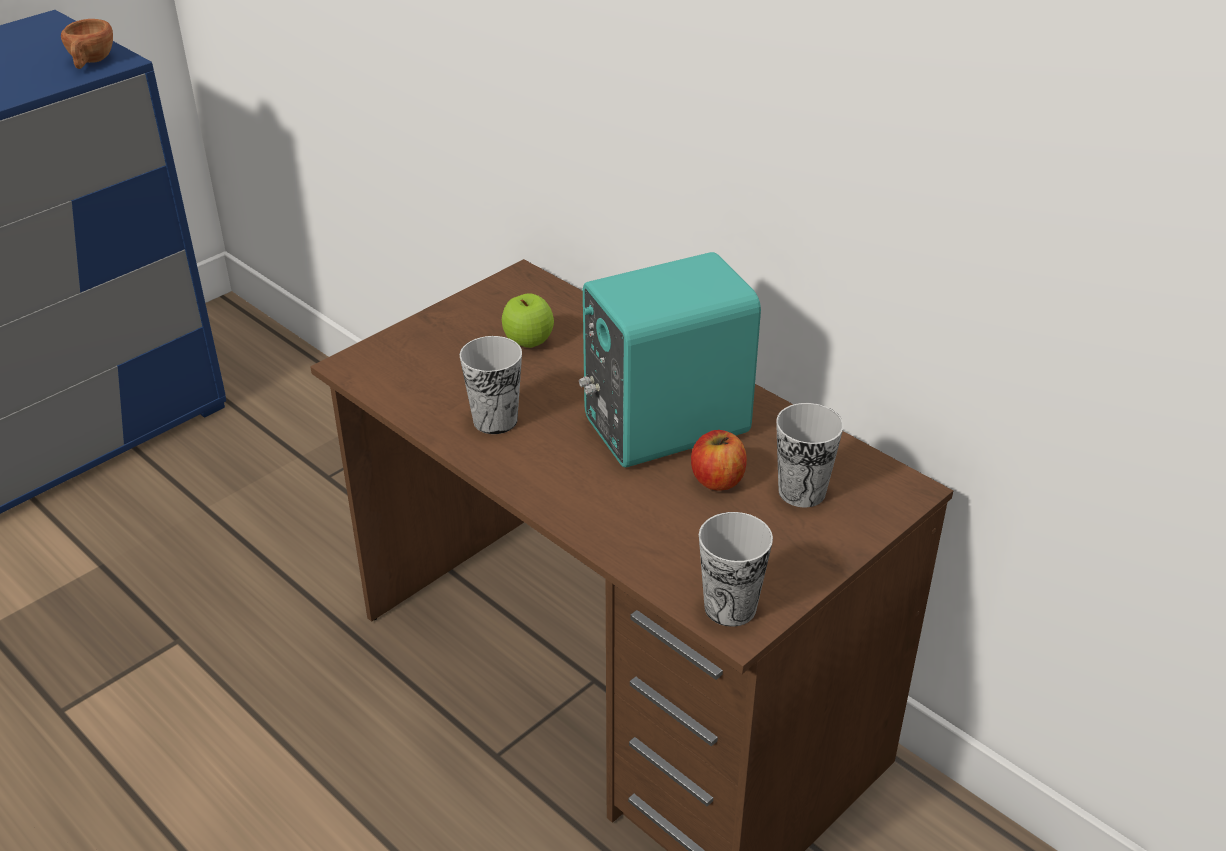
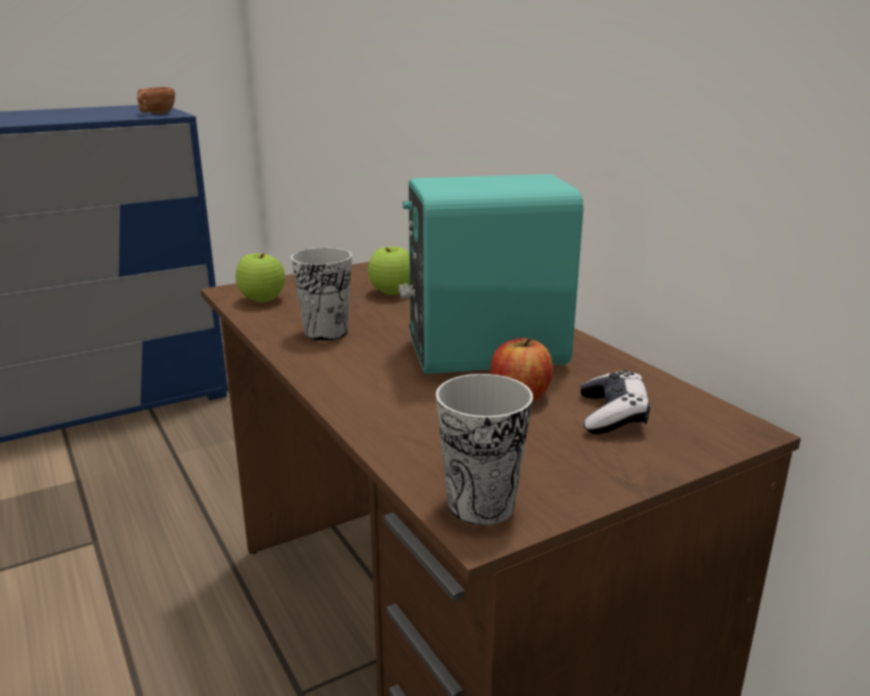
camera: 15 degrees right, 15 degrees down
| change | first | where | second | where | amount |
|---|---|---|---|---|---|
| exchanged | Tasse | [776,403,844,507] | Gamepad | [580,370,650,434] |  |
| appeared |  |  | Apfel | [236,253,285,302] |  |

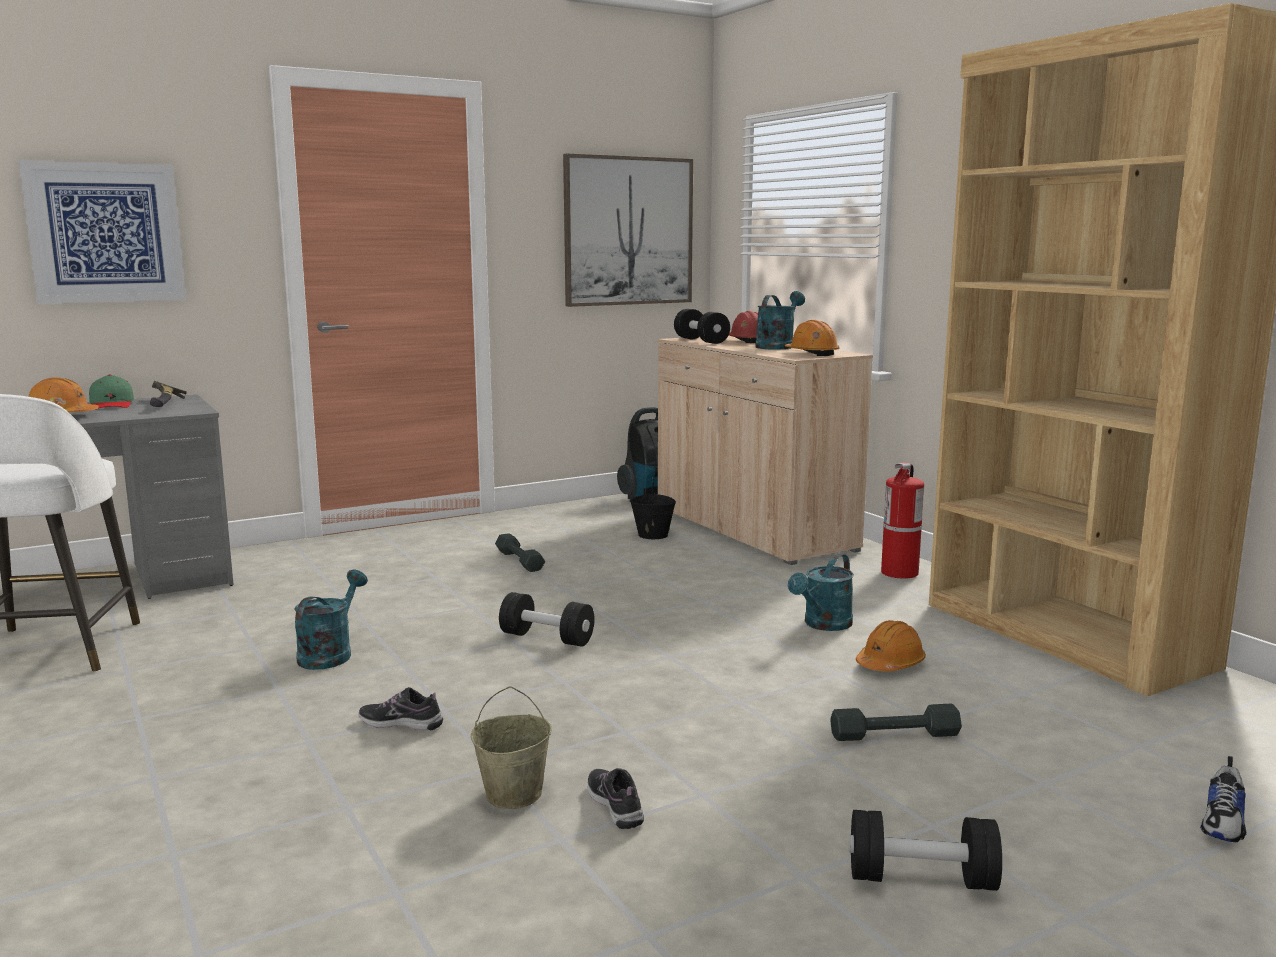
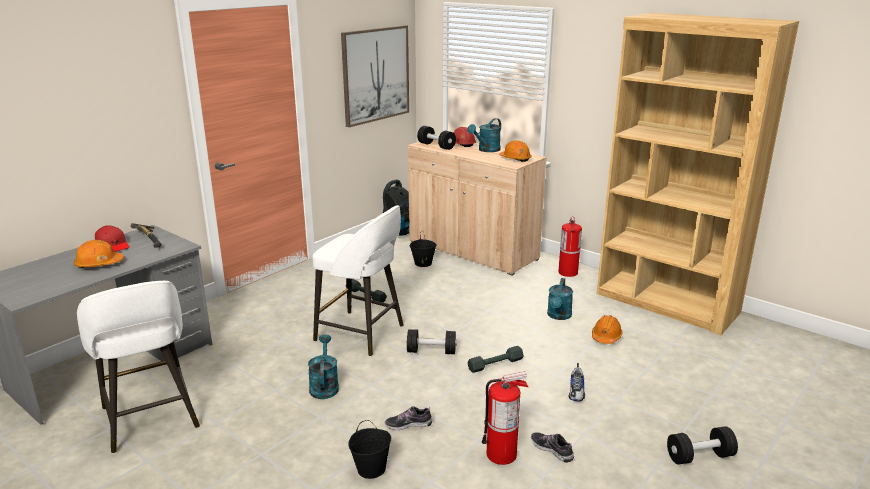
camera: 20 degrees left, 10 degrees up
| change | first | where | second | where | amount |
|---|---|---|---|---|---|
| missing | Bild | [19,160,186,304] |  |  |  |
| spun | Gießkanne (türkis) | [755,291,805,349] |  | [467,118,501,152] | 150 degrees counterclockwise |
| colour | Kappe (grün) | [89,374,134,410] | Kappe (rot) | [95,225,129,252] |  |
| exchanged | Eimer (beige) | [471,686,552,809] | Feuerlöscher | [481,371,529,465] |  |
| relocated | Hantel (grau) | [830,704,962,741] |  | [467,346,524,373] |  |
| relocated | Schuh | [1200,756,1246,842] |  | [569,363,585,401] |  |
| appeared |  |  | Hocker (weiß) | [312,205,404,356] |  |
| appeared |  |  | Eimer (schwarz) | [348,420,391,479] |  |

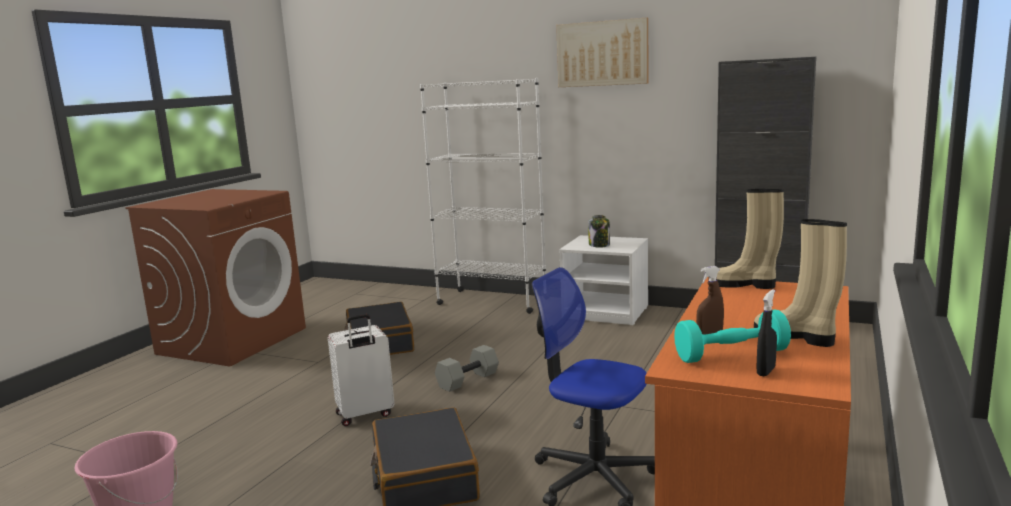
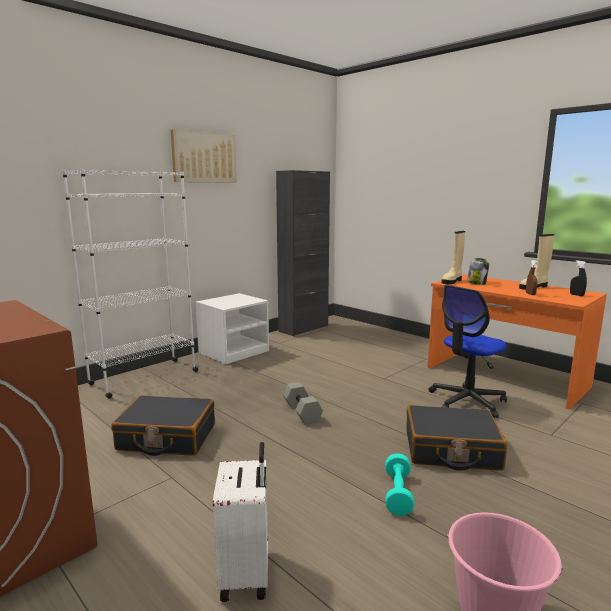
camera: 70 degrees left, 0 degrees up
| change | first | where | second | where | amount |
|---|---|---|---|---|---|
| relocated | Vorratsglas | [588,215,610,248] |  | [467,258,489,285] |  |
| relocated | Hantel (türkis) | [674,309,791,363] |  | [385,453,414,516] |  |
| relocated | Koffer (weiß) | [328,314,395,426] |  | [213,442,268,602] |  |

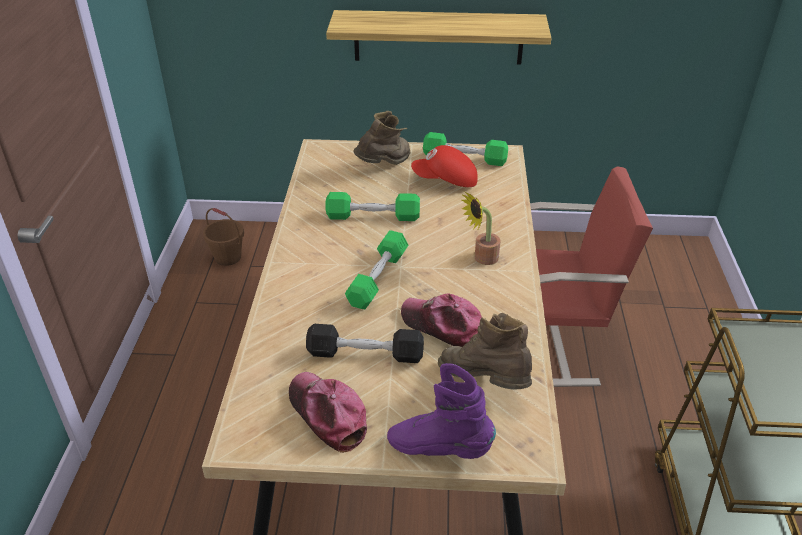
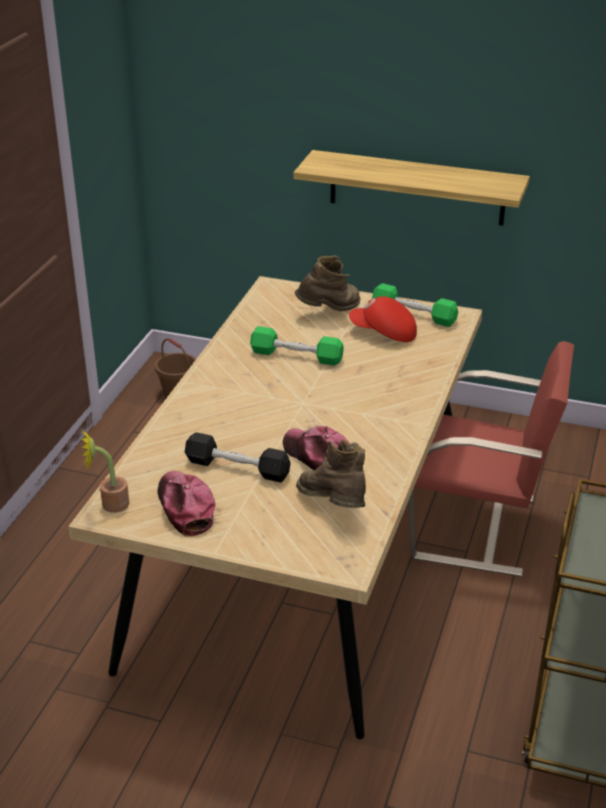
camera: 15 degrees right, 5 degrees down
| change | first | where | second | where | amount |
|---|---|---|---|---|---|
| relocated | Topfpflanze | [461,192,501,265] |  | [81,429,129,513] |  |
| missing | Hantel (grün) | [345,230,409,309] |  |  |  |
| missing | Stiefel (lila) | [387,363,496,459] |  |  |  |

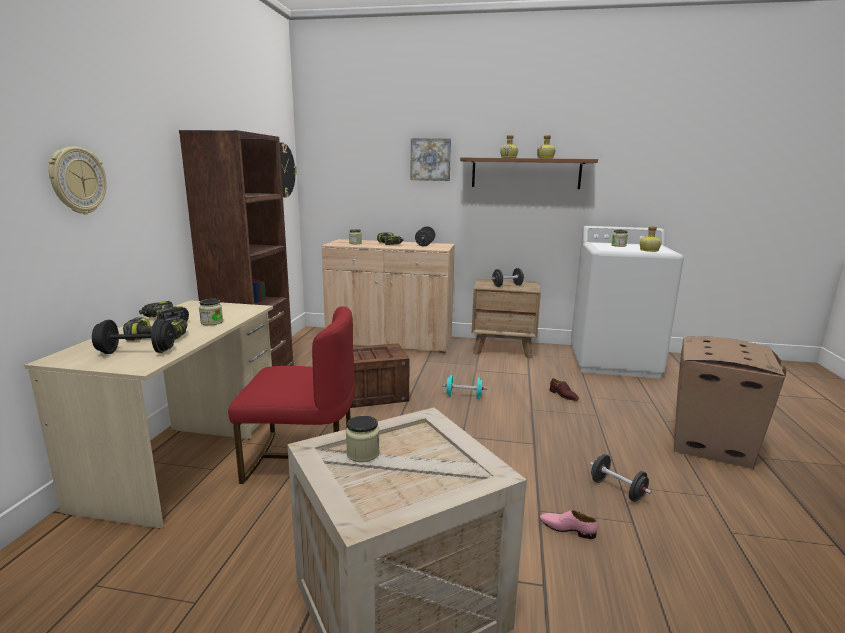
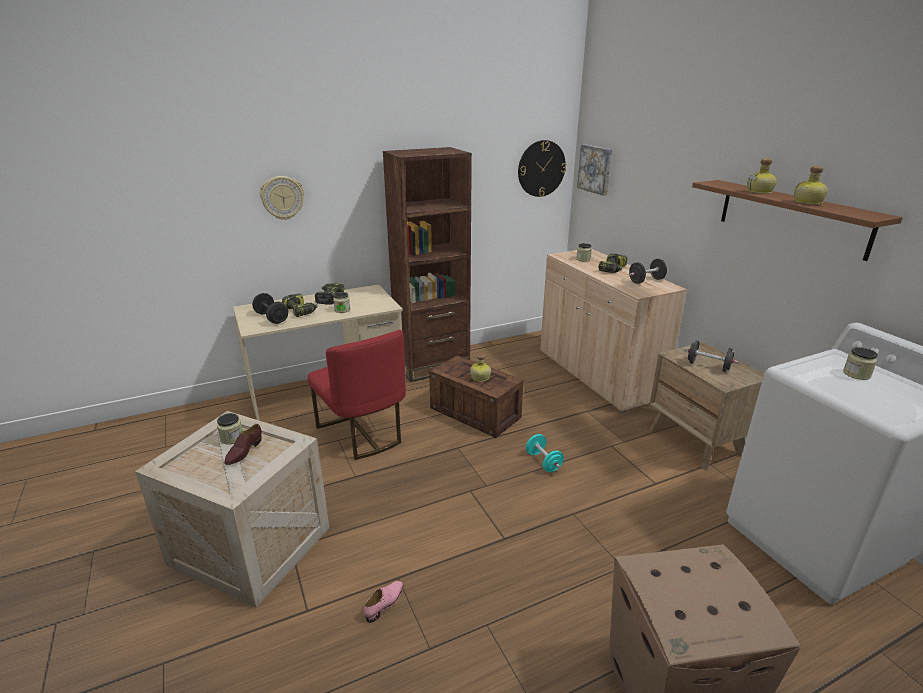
camera: 55 degrees right, 10 degrees up
| change | first | where | second | where | amount |
|---|---|---|---|---|---|
| relocated | Bild | [410,138,451,181] |  | [577,145,612,196] |  |
| relocated | Flasche | [640,226,661,252] |  | [470,354,491,382] |  |
| relocated | Schuh (braun) | [550,378,579,401] |  | [224,424,262,465] |  |
| missing | Hantel (schwarz) | [590,454,651,502] |  |  |  |
| spun | Schuh (rosa) | [540,510,598,539] |  | [364,581,403,623] | 45 degrees clockwise |

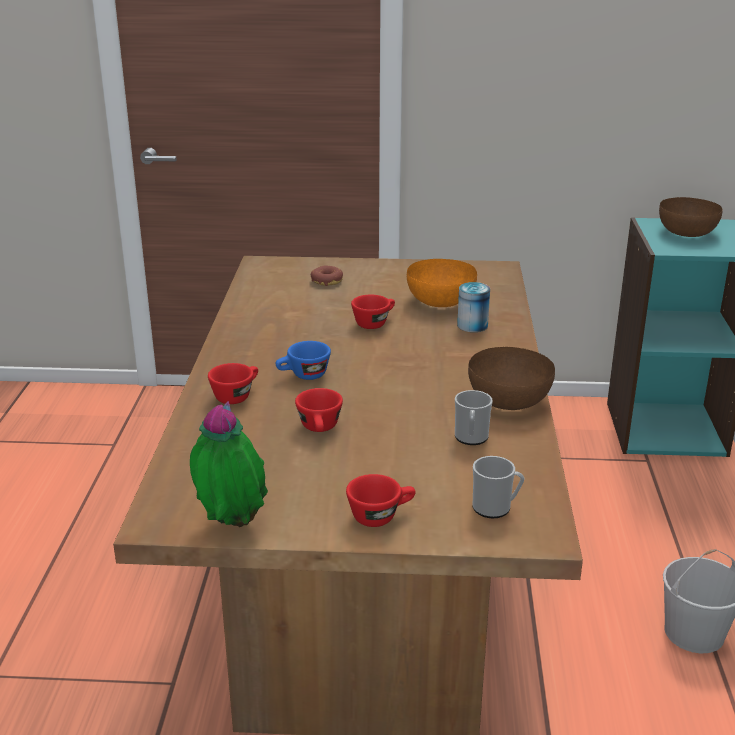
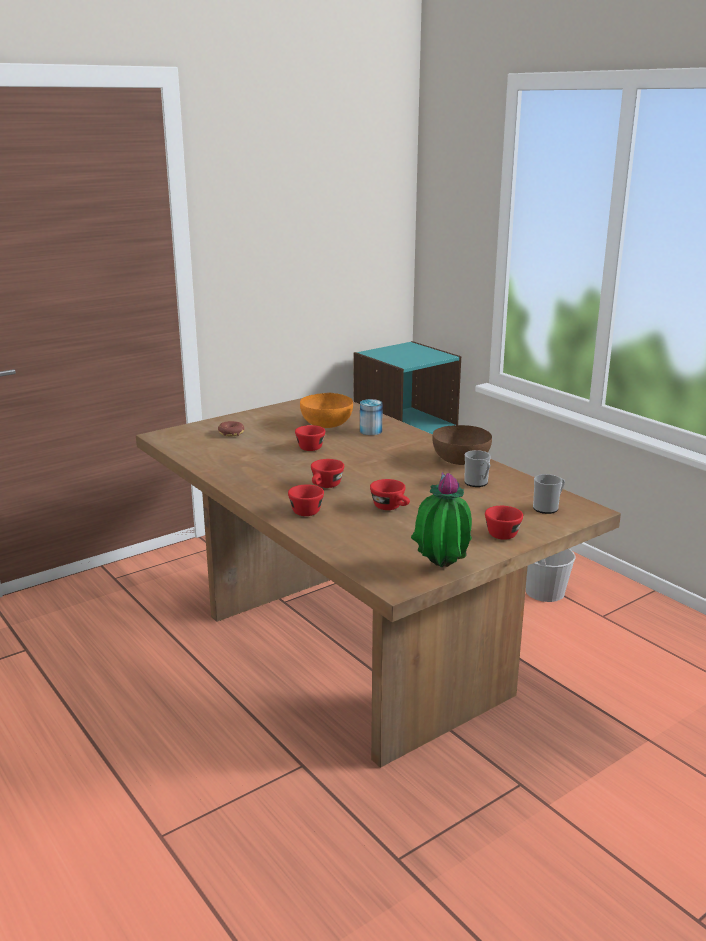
camera: 40 degrees left, 5 degrees down
| change | first | where | second | where | amount |
|---|---|---|---|---|---|
| missing | Schüssel (braun) | [659,197,722,237] |  |  |  |
| colour | Tasse (blau) | [276,341,331,380] | Tasse (rot) | [311,459,344,488] |  |

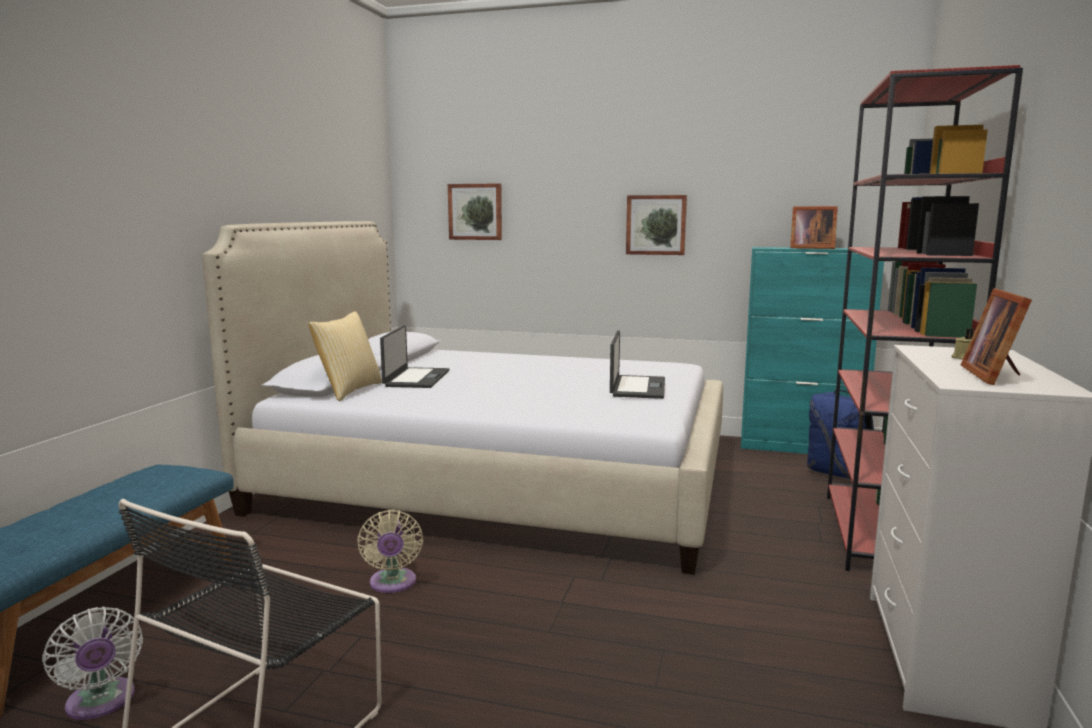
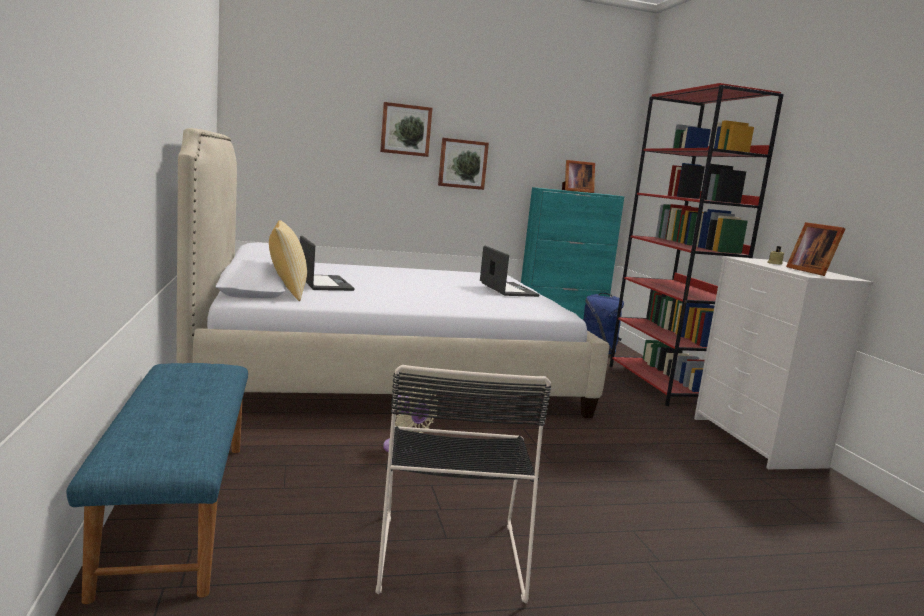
camera: 30 degrees left, 0 degrees up
| change | first | where | second | where | amount |
|---|---|---|---|---|---|
| relocated | Bild | [448,183,502,240] |  | [380,102,432,157] |  |
| missing | Ventilator (weiß) | [42,607,143,720] |  |  |  |

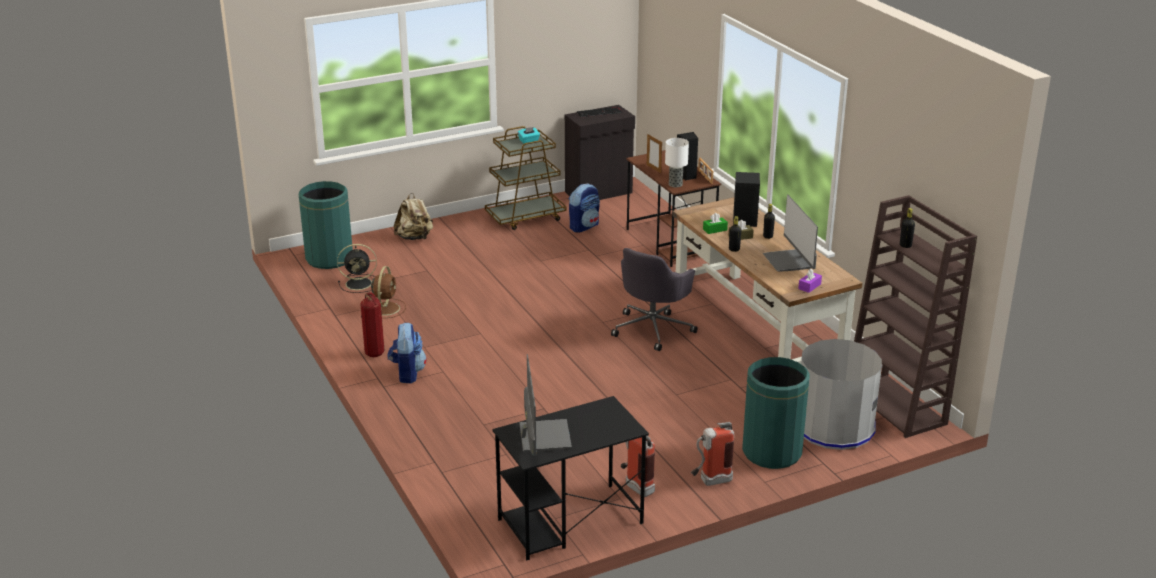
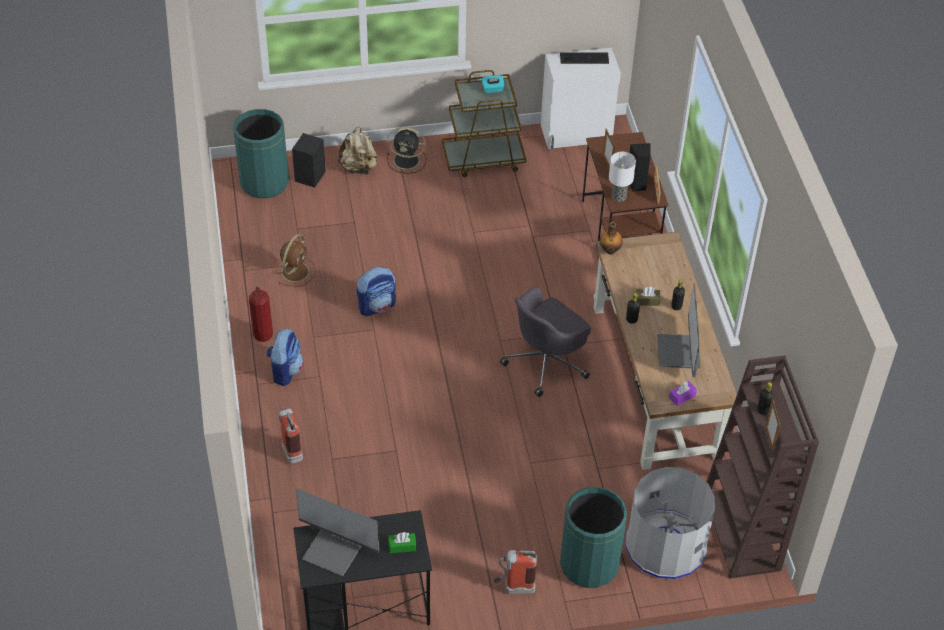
camera: 15 degrees right, 20 degrees up
| change | first | where | second | where | amount |
|---|---|---|---|---|---|
| colour | Schrank (schwarz) | [565,105,635,200] | Schrank (weiß) | [541,48,621,149] |  |
| relocated | Lautsprecher (schwarz) | [733,172,760,227] |  | [292,133,326,188] |  |
| relocated | Rucksack | [569,183,600,233] |  | [357,266,396,316] |  |
| relocated | Taschentuchbox (grün) | [703,213,728,234] |  | [388,532,416,553] |  |
| relocated | Ventilator (schwarz) | [337,244,377,293] |  | [387,127,426,174] |  |
| spun | Monitor | [520,354,572,455] |  | [296,488,379,576] | 105 degrees clockwise |
| relocated | Feuerlöscher | [621,436,655,497] |  | [279,408,303,464] |  |
| appeared |  |  | Flasche | [600,222,623,255] |  |
| appeared |  |  | Bilderrahmen | [765,398,781,453] |  |

